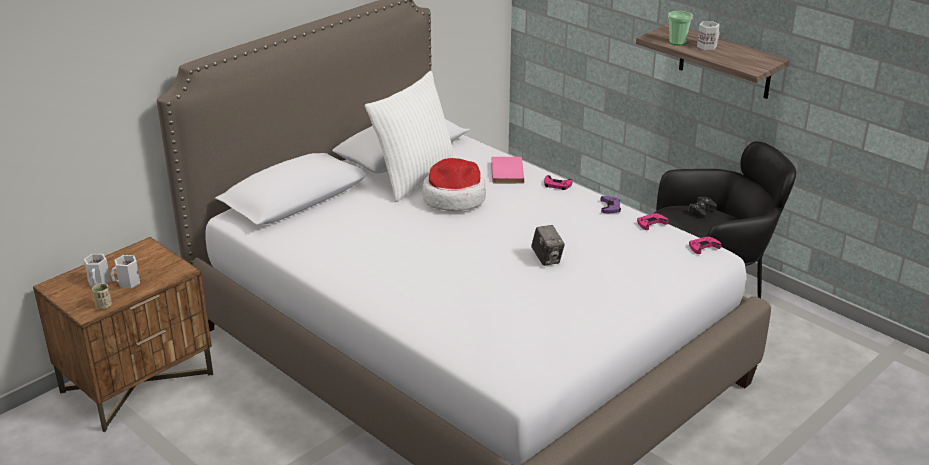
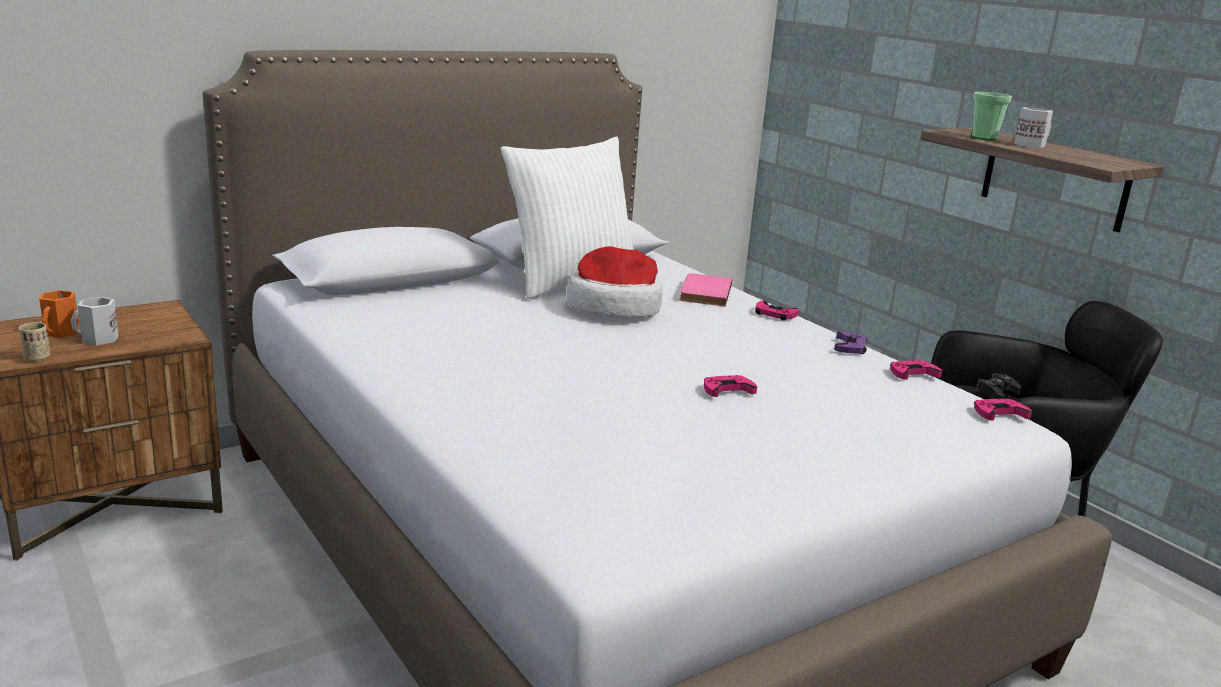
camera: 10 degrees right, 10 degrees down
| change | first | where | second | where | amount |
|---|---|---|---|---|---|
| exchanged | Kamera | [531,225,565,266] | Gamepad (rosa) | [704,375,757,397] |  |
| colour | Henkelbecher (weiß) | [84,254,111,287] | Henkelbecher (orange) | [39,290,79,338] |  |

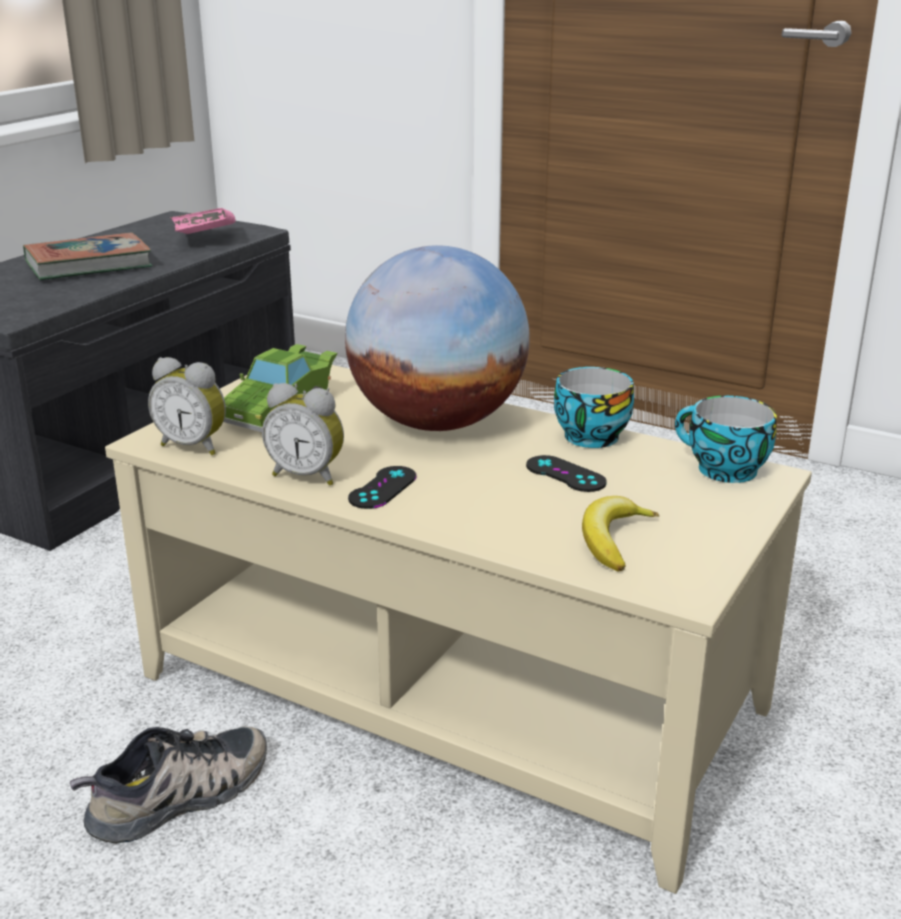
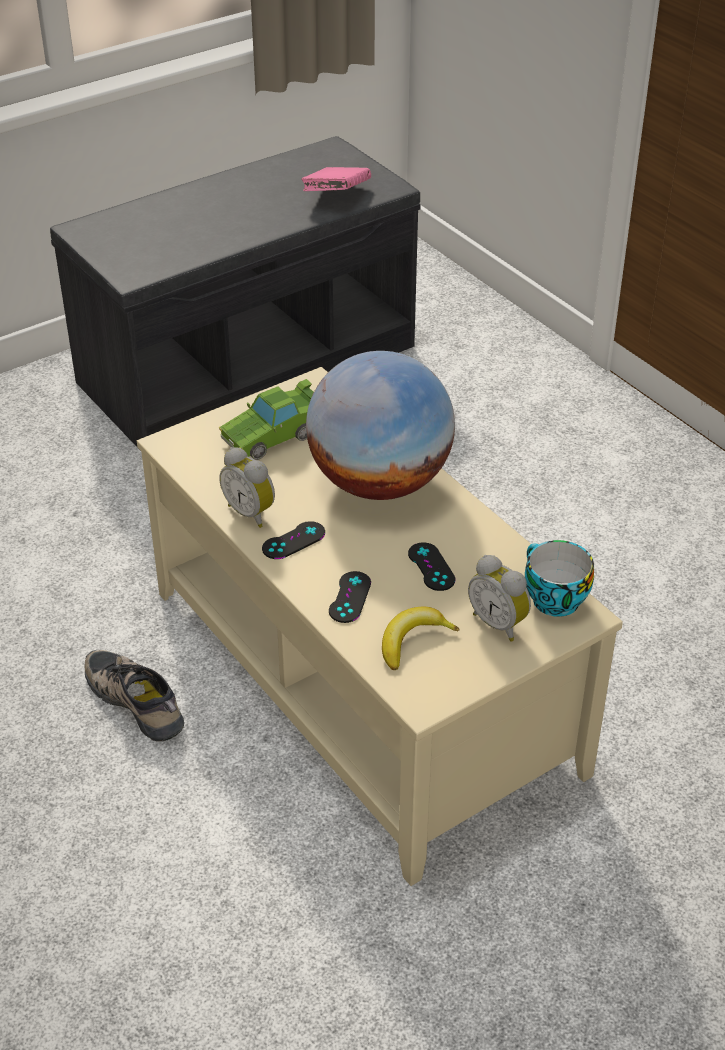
camera: 25 degrees right, 15 degrees up
| change | first | where | second | where | amount |
|---|---|---|---|---|---|
| missing | Buch | [23,233,153,280] |  |  |  |
| relocated | Wecker | [148,357,226,455] |  | [468,555,531,642] |  |
| missing | Tasse | [554,367,634,448] |  |  |  |
| spun | Schuh | [70,726,267,844] |  | [85,650,184,742] | 120 degrees counterclockwise |
| appeared |  |  | Gamepad (schwarz) | [329,571,371,623] |  |

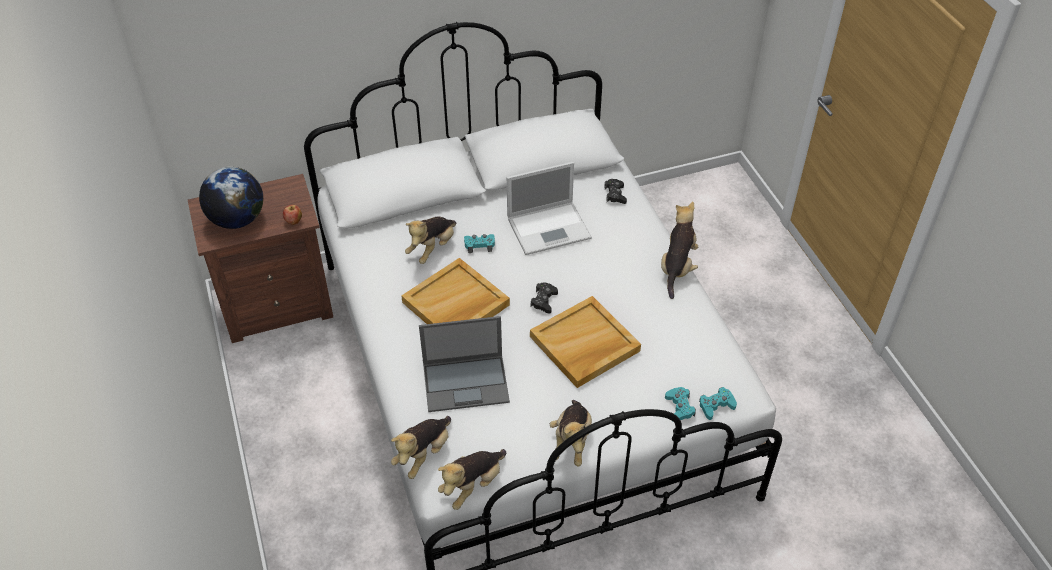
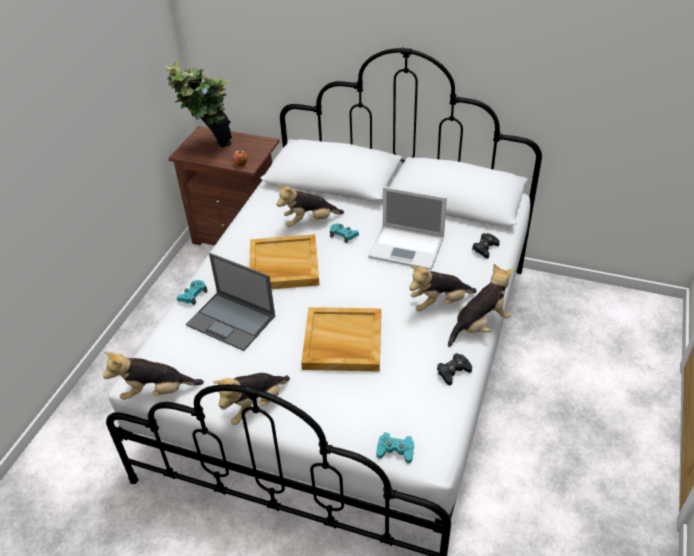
camera: 40 degrees right, 5 degrees down
| change | first | where | second | where | amount |
|---|---|---|---|---|---|
| exchanged | Globus | [199,167,263,229] | Topfpflanze | [165,61,232,148] |  |
| relocated | Gamepad (schwarz) | [531,282,558,314] |  | [437,353,472,385] |  |
| relocated | Gamepad (türkis) | [665,387,696,420] |  | [177,280,208,305] |  |
| relocated | Plüschtier | [391,416,451,479] |  | [409,266,477,311] |  |

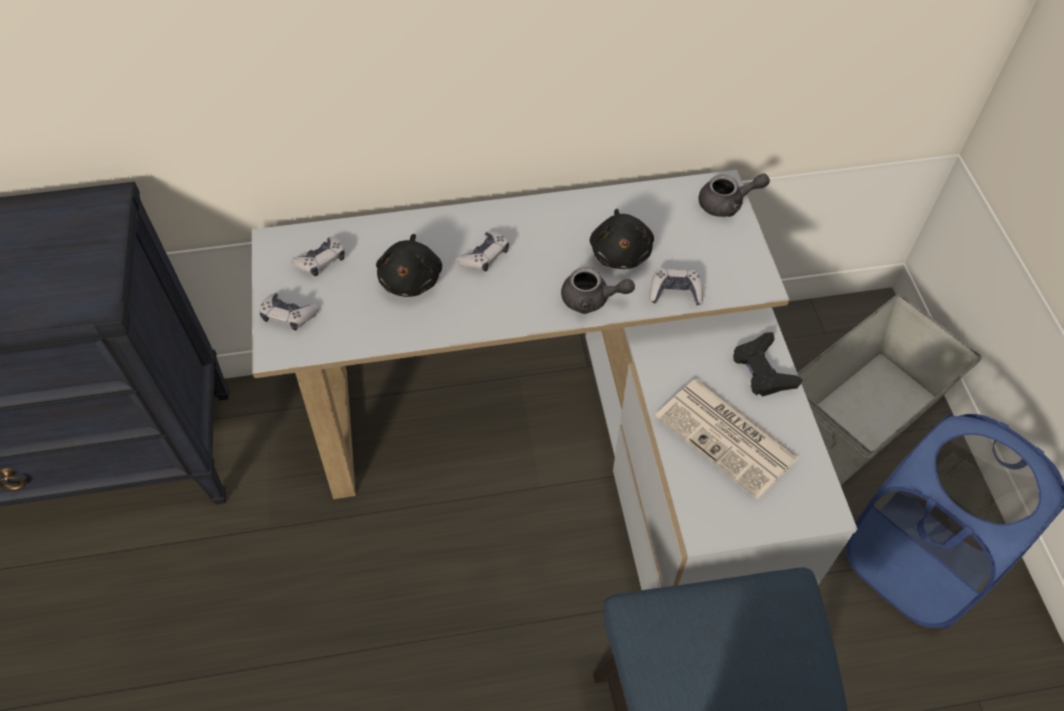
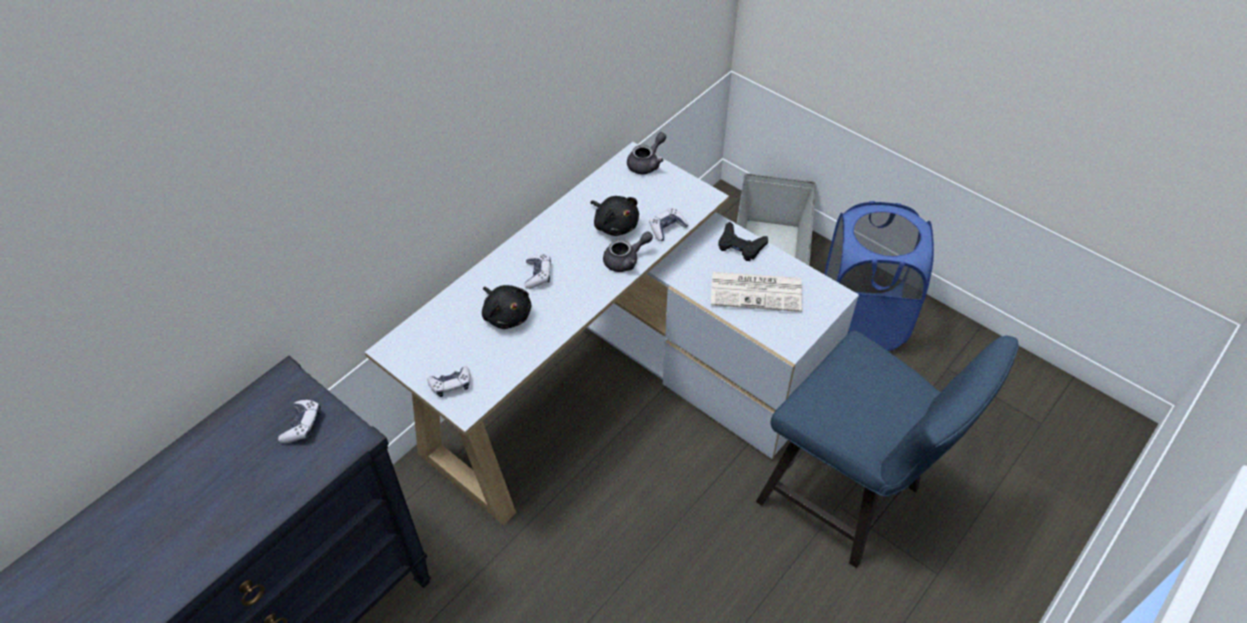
camera: 40 degrees left, 5 degrees down
| change | first | where | second | where | amount |
|---|---|---|---|---|---|
| relocated | Gamepad | [291,237,345,276] |  | [278,400,321,443] |  |

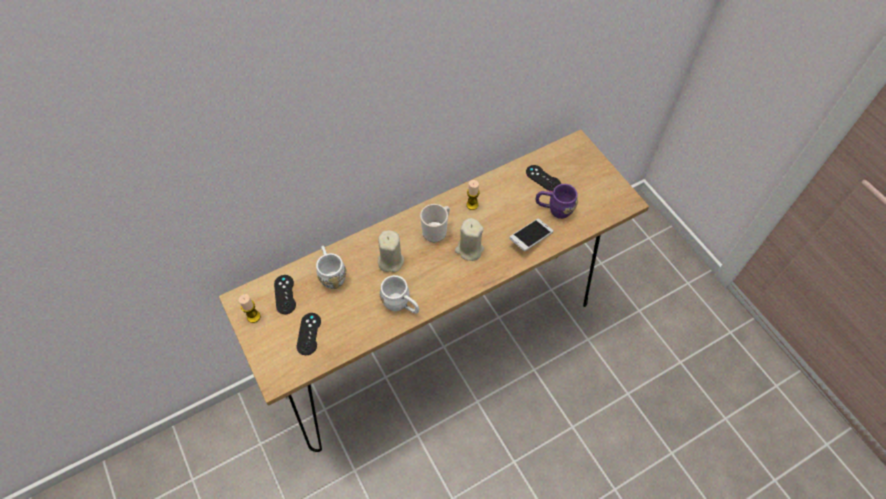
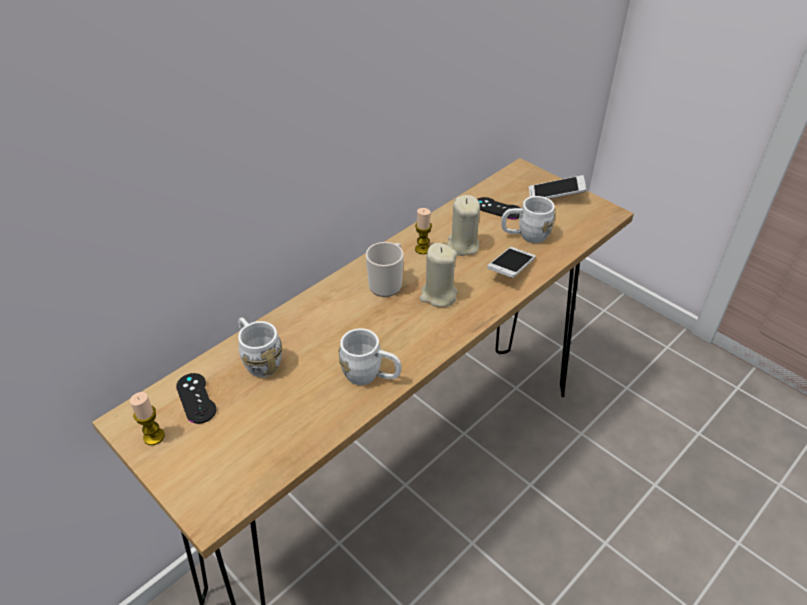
camera: 15 degrees left, 15 degrees down
| change | first | where | second | where | amount |
|---|---|---|---|---|---|
| colour | Henkelbecher (lila) | [536,184,578,219] | Henkelbecher (weiß) | [501,196,555,243] |  |
| relocated | Kerze (beige) | [378,230,404,272] |  | [447,195,480,256] |  |
| missing | Gamepad (schwarz) | [297,313,321,355] |  |  |  |
| appeared |  |  | Handy | [529,175,586,199] |  |

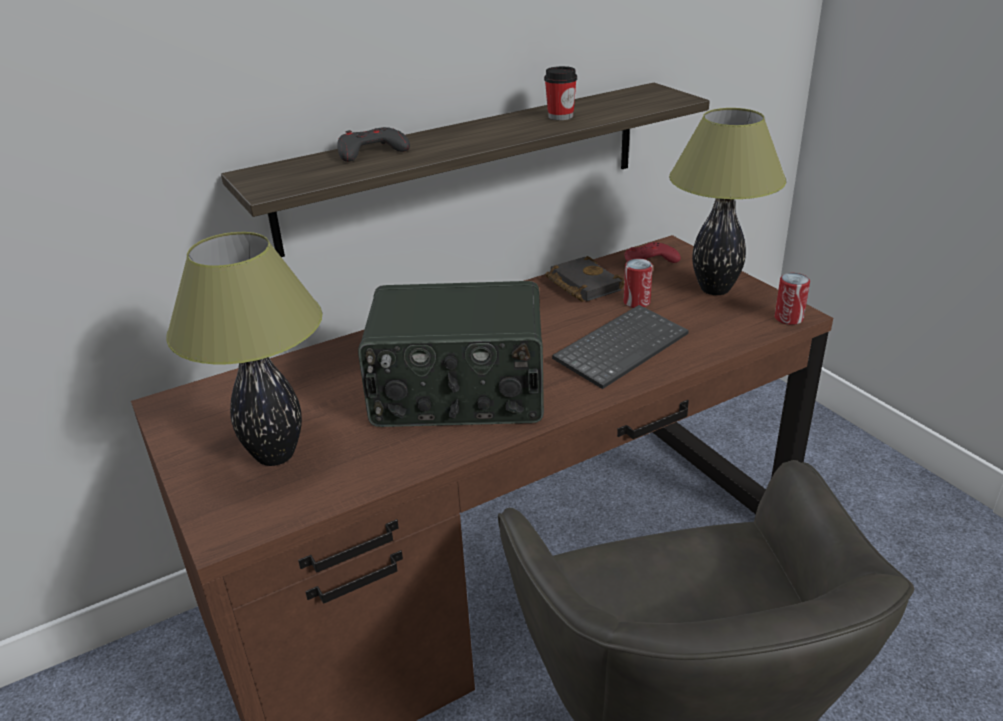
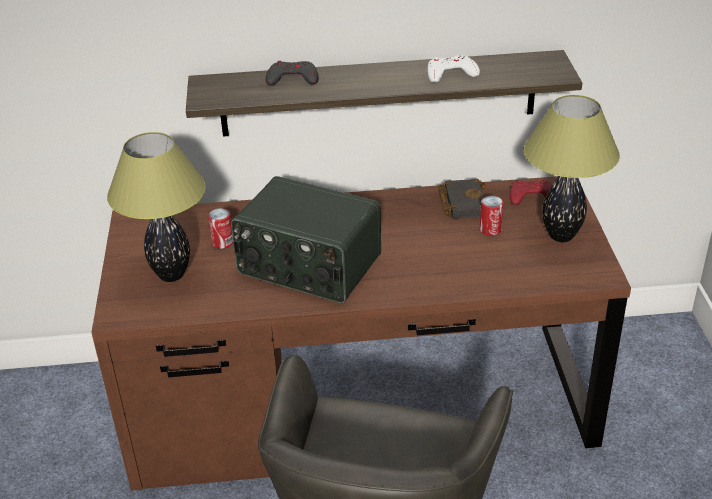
camera: 25 degrees right, 5 degrees up
| change | first | where | second | where | amount |
|---|---|---|---|---|---|
| exchanged | Tasse | [544,66,577,120] | Gamepad (weiß) | [427,55,480,83] |  |
| relocated | Dose | [775,273,810,325] |  | [208,208,233,249] |  |
| missing | Tastatur | [552,305,689,389] |  |  |  |

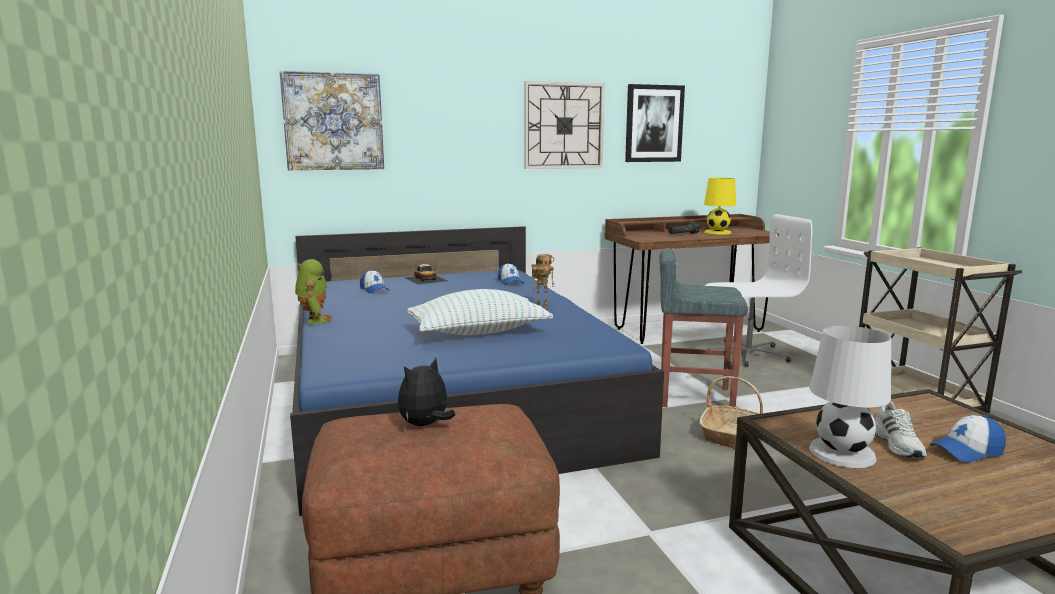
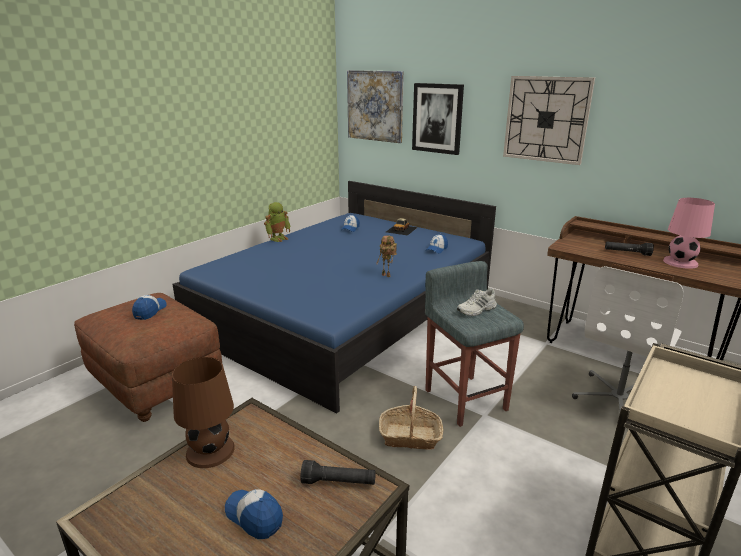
camera: 55 degrees right, 10 degrees up
| change | first | where | second | where | amount |
|---|---|---|---|---|---|
| relocated | Bild | [625,84,685,162] |  | [412,83,464,155] |  |
| colour | Tischlampe (gelb) | [704,178,736,234] | Tischlampe (rosa) | [663,198,715,269] |  |
| spun | Bürostuhl (weiß) | [705,214,812,367] |  | [572,266,684,411] | 90 degrees clockwise |
| missing | Kissen | [407,289,553,335] |  |  |  |
| colour | Tischlampe (weiß) | [809,326,891,468] | Tischlampe (braun) | [172,357,235,468] |  |
| exchanged | Plüschtier | [398,358,455,426] | Kappe | [132,295,167,320] |  |
| relocated | Schuh (weiß) | [875,402,927,458] |  | [457,288,497,316] |  |
| appeared |  |  | Taschenlampe (schwarz) | [300,460,376,485] |  |

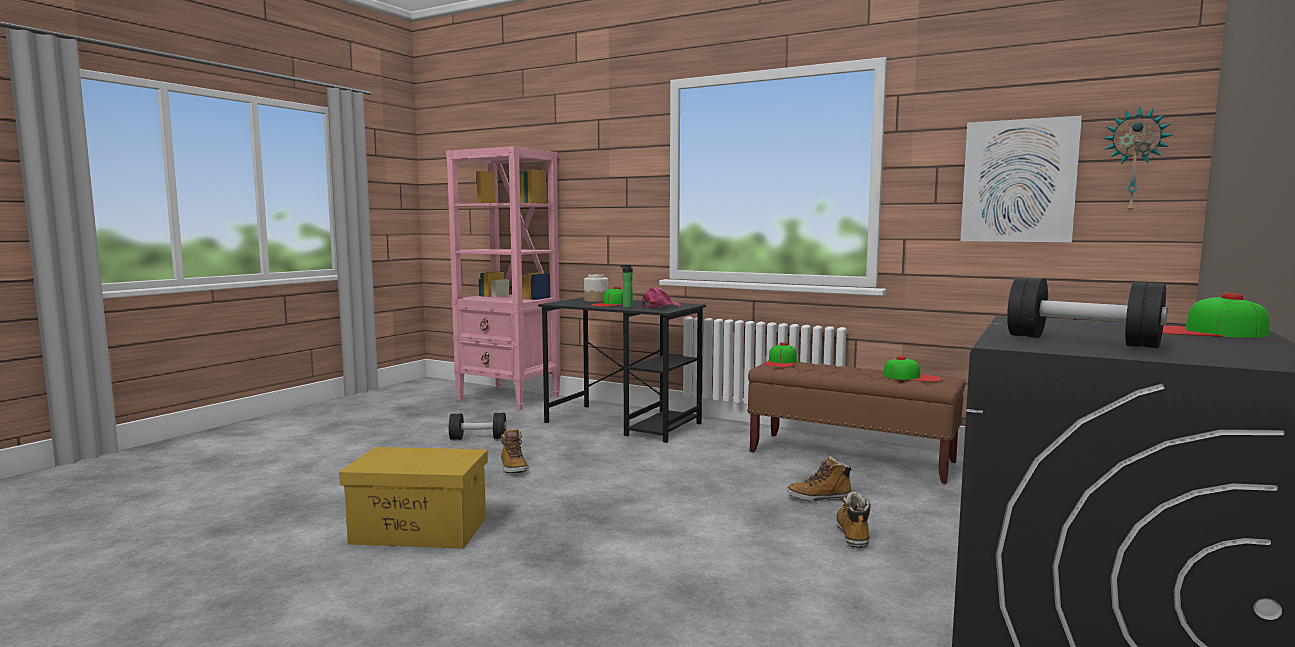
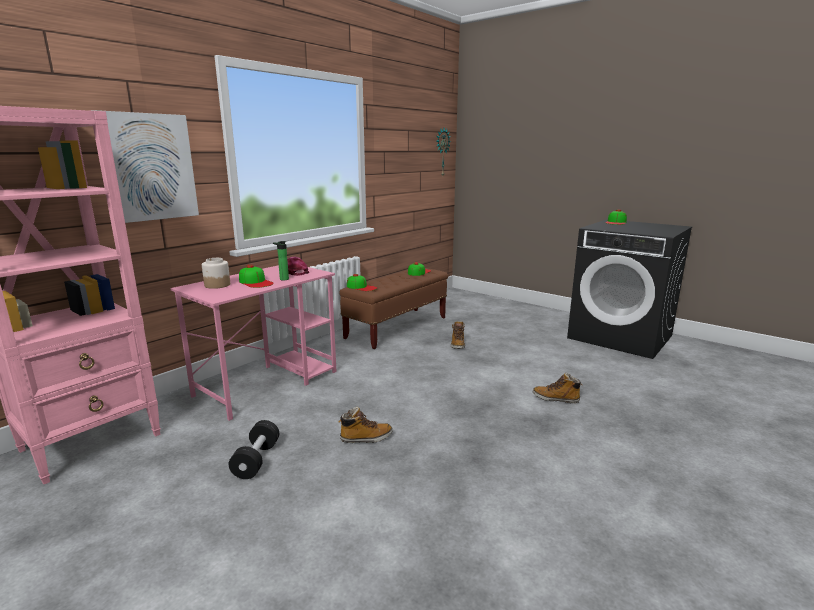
camera: 80 degrees left, 10 degrees up
| change | first | where | second | where | amount |
|---|---|---|---|---|---|
| relocated | Bild | [960,116,1082,243] |  | [91,110,199,223] |  |
| missing | Hantel (schwarz) | [1007,277,1167,348] |  |  |  |
| colour | Schreibtisch (schwarz) | [538,297,706,443] | Schreibtisch (rosa) | [170,265,337,421] |  |
| missing | Aufbewahrungsbox (gelb) | [339,447,488,549] |  |  |  |
| relocated | Stiefel | [836,492,871,548] |  | [533,372,582,403] |  |

